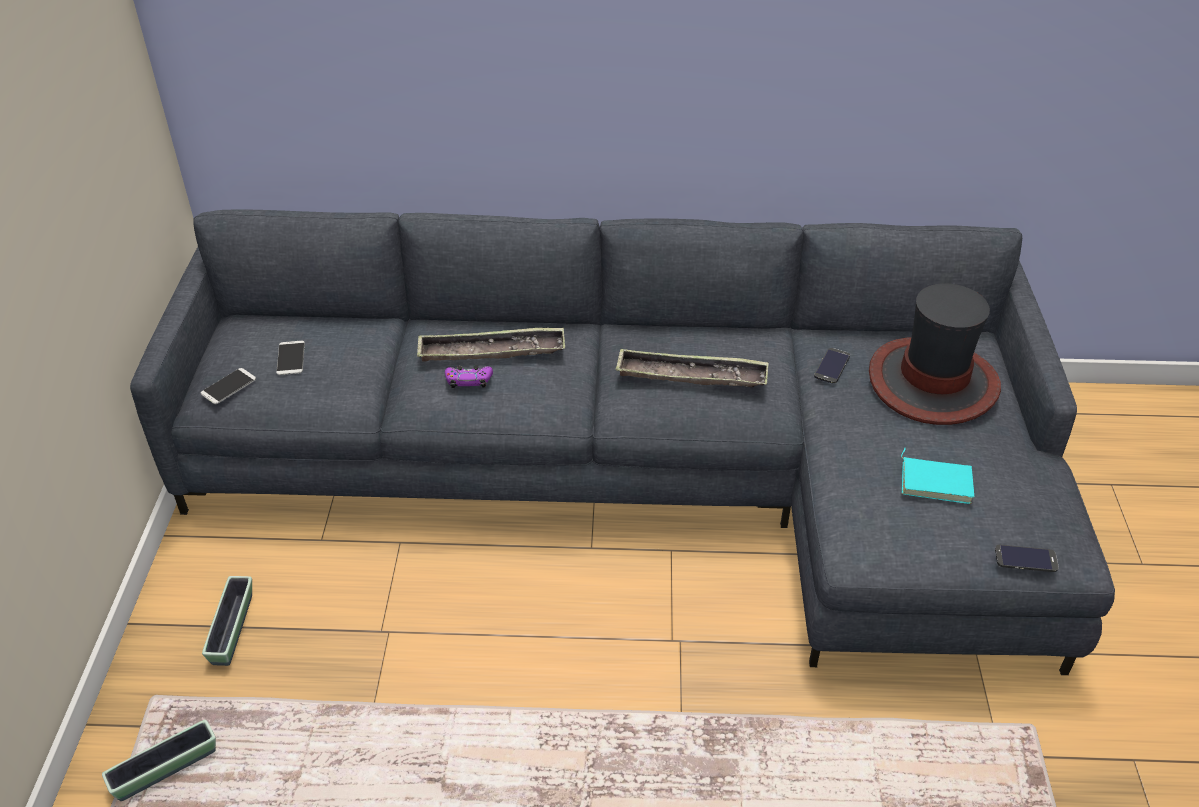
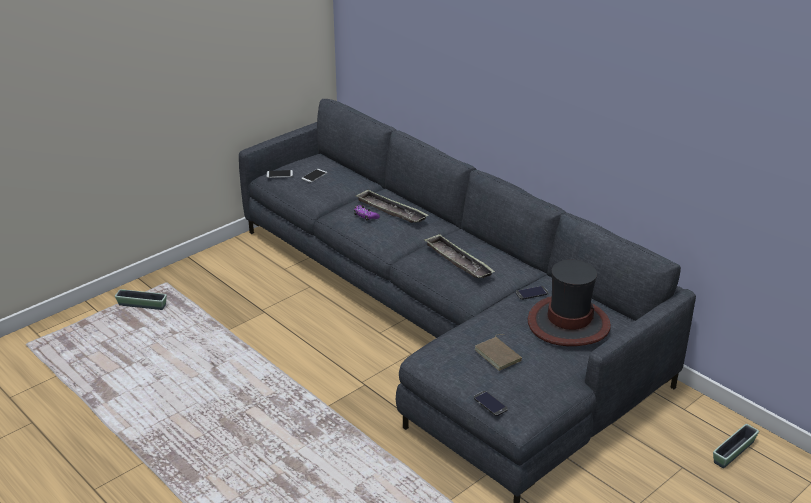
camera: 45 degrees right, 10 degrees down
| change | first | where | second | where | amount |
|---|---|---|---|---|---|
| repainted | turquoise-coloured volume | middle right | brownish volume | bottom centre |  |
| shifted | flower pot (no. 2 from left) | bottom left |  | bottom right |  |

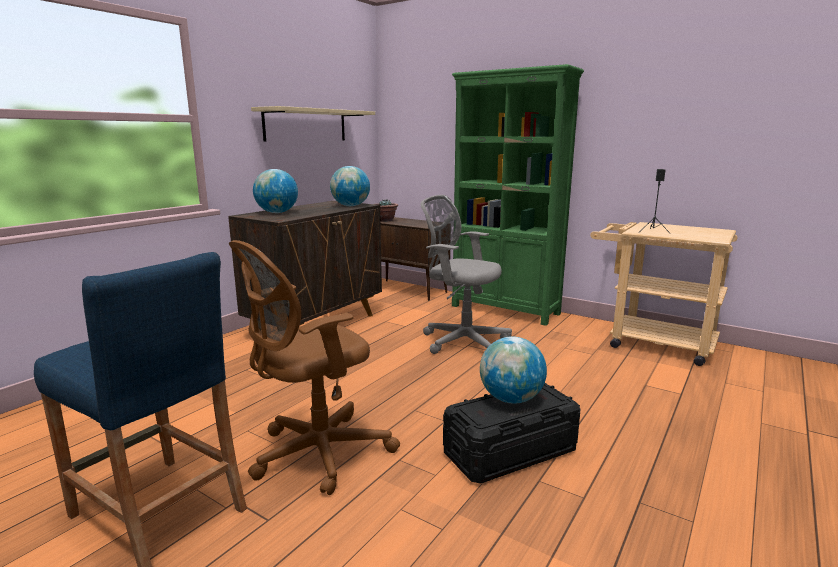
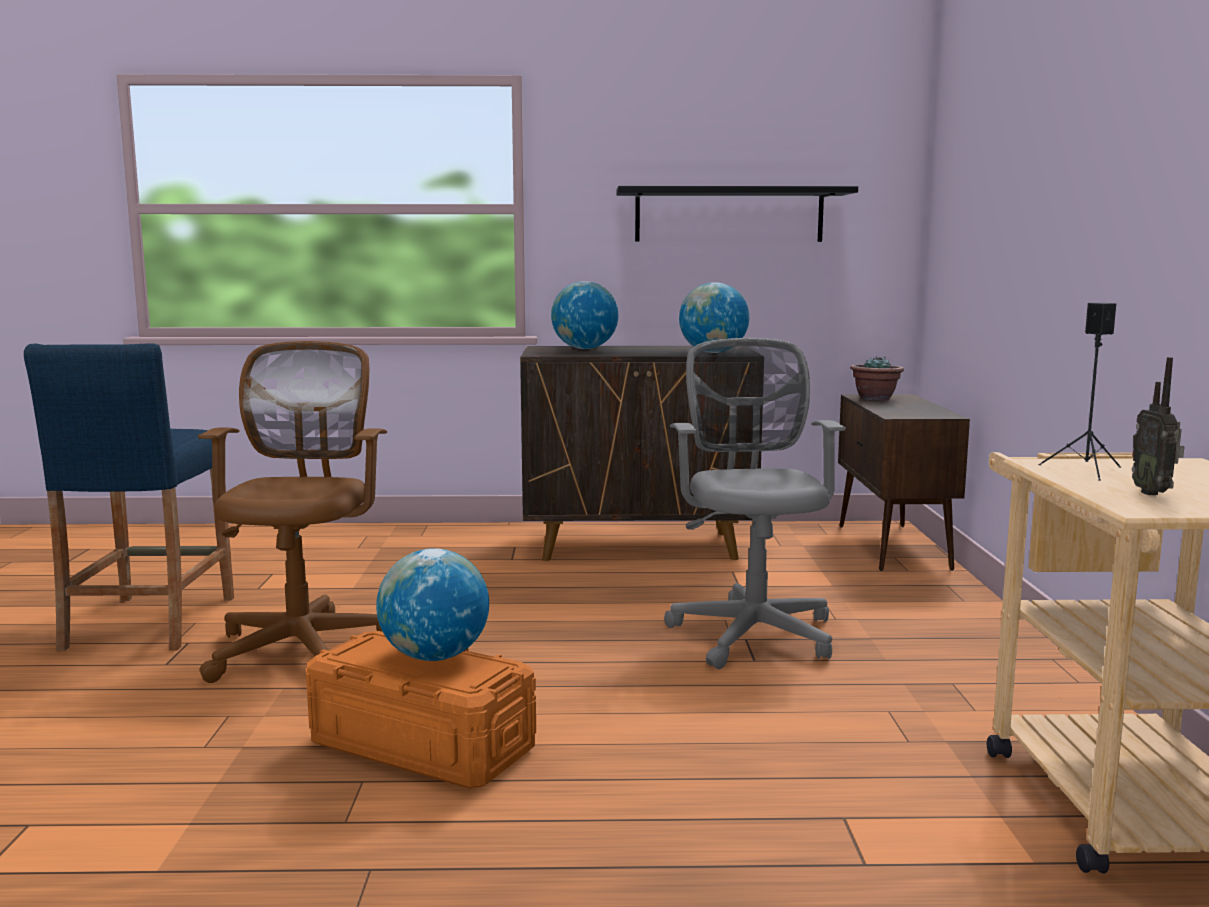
camera: 55 degrees right, 5 degrees down
| change | first | where | second | where | amount |
|---|---|---|---|---|---|
| rotated | brownish office chair | centre |  | middle left | 75 degrees clockwise |
| repainted | blackish storage bin | bottom centre | orangey storage bin | bottom centre |  |
| repainted | sand-coloured shelf | top centre | blackish shelf | top centre |  |
| new |  |  | radio | middle right |  |
| gone | green-coloured bookshelf | centre |  |  |  |

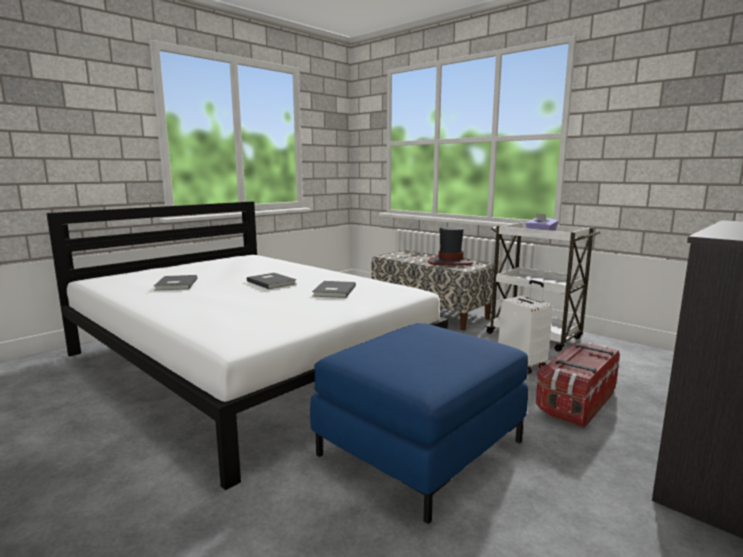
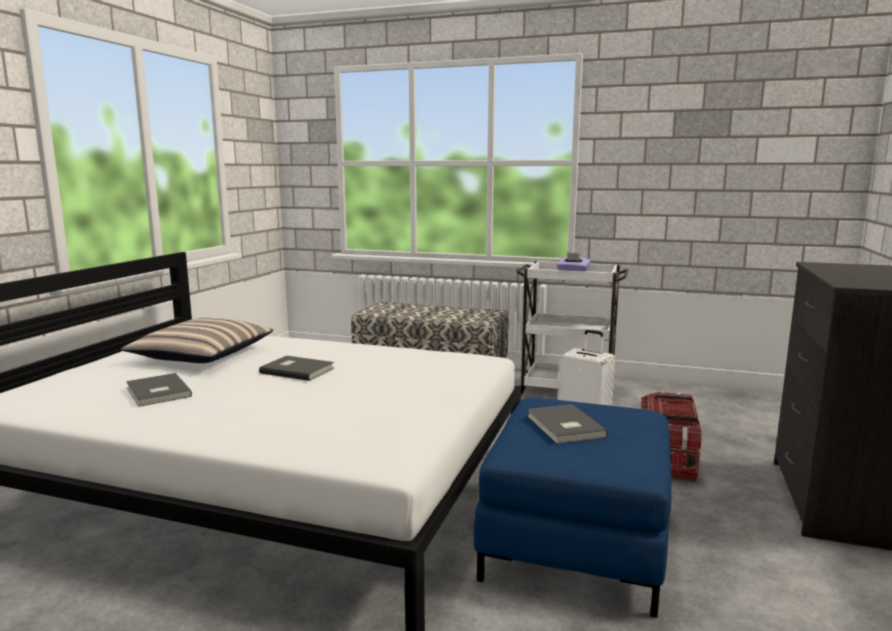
camera: 25 degrees left, 0 degrees up
| change | first | where | second | where | amount |
|---|---|---|---|---|---|
| new |  |  | throw pillow | middle left |  |
| shifted | greyish volume (no. 3 from left) | centre |  | bottom centre |  |
| gone | wearable hat | centre |  |  |  |

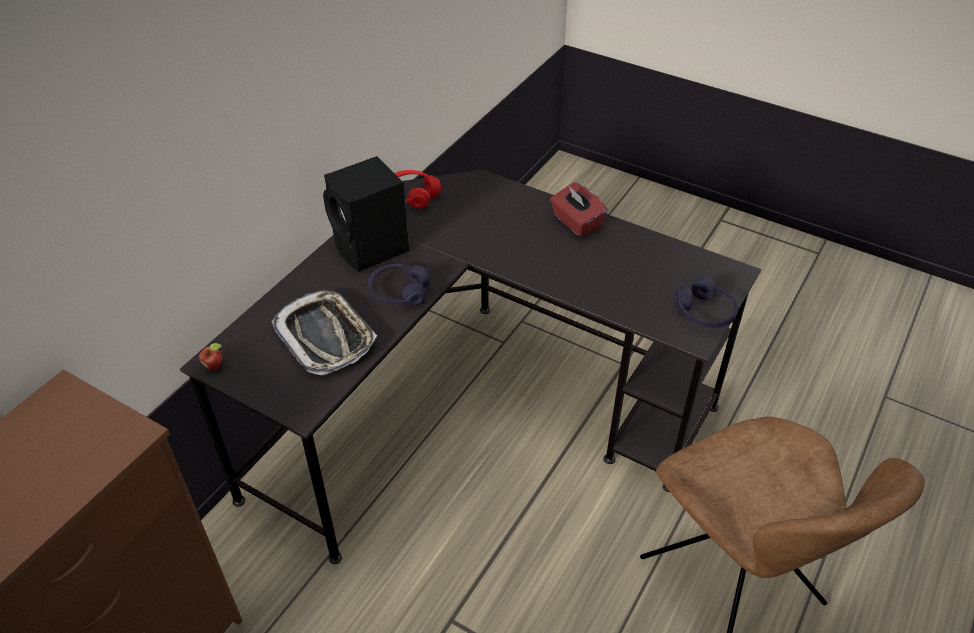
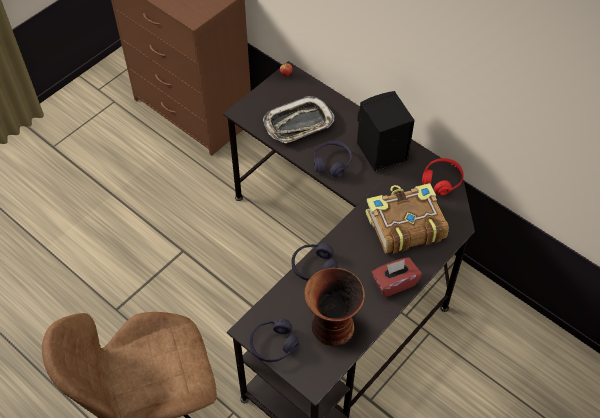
camera: 100 degrees right, 10 degrees up
| change | first | where | second | where | amount |
|---|---|---|---|---|---|
| new |  |  | purplish headset (no. 2 from left) | centre |  |
| new |  |  | flower vase | bottom centre |  |
| new |  |  | volume | middle right |  |

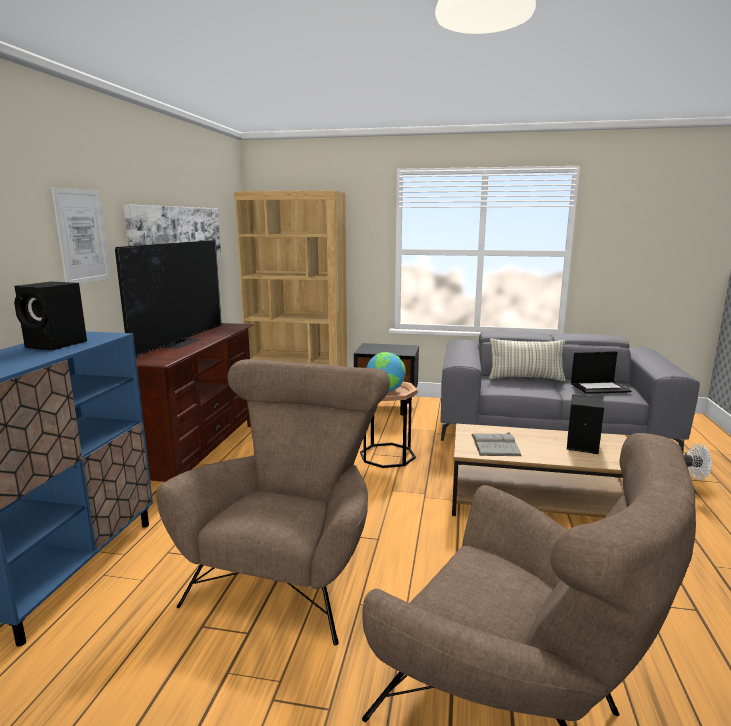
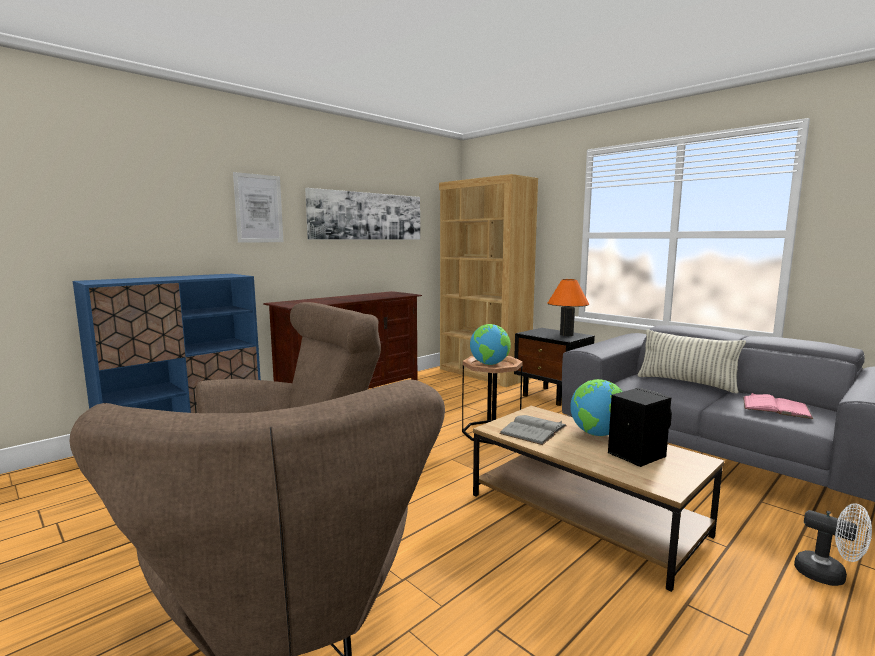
camera: 35 degrees right, 5 degrees down
| change | first | where | second | where | amount |
|---|---|---|---|---|---|
| new |  |  | orangey tabletop lamp | centre |  |
| new |  |  | world globe (no. 2 from left) | middle right |  |
| swapped | portable computer | middle right | pink-coloured volume | middle right |  |
| gone | blackish loudspeaker (no. 1 from left) | middle left |  |  |  |
| gone | TV | middle left |  |  |  |

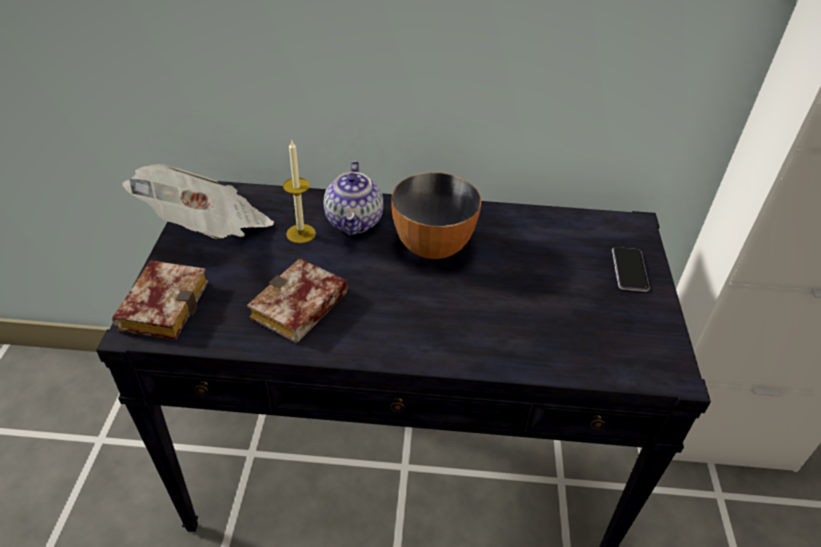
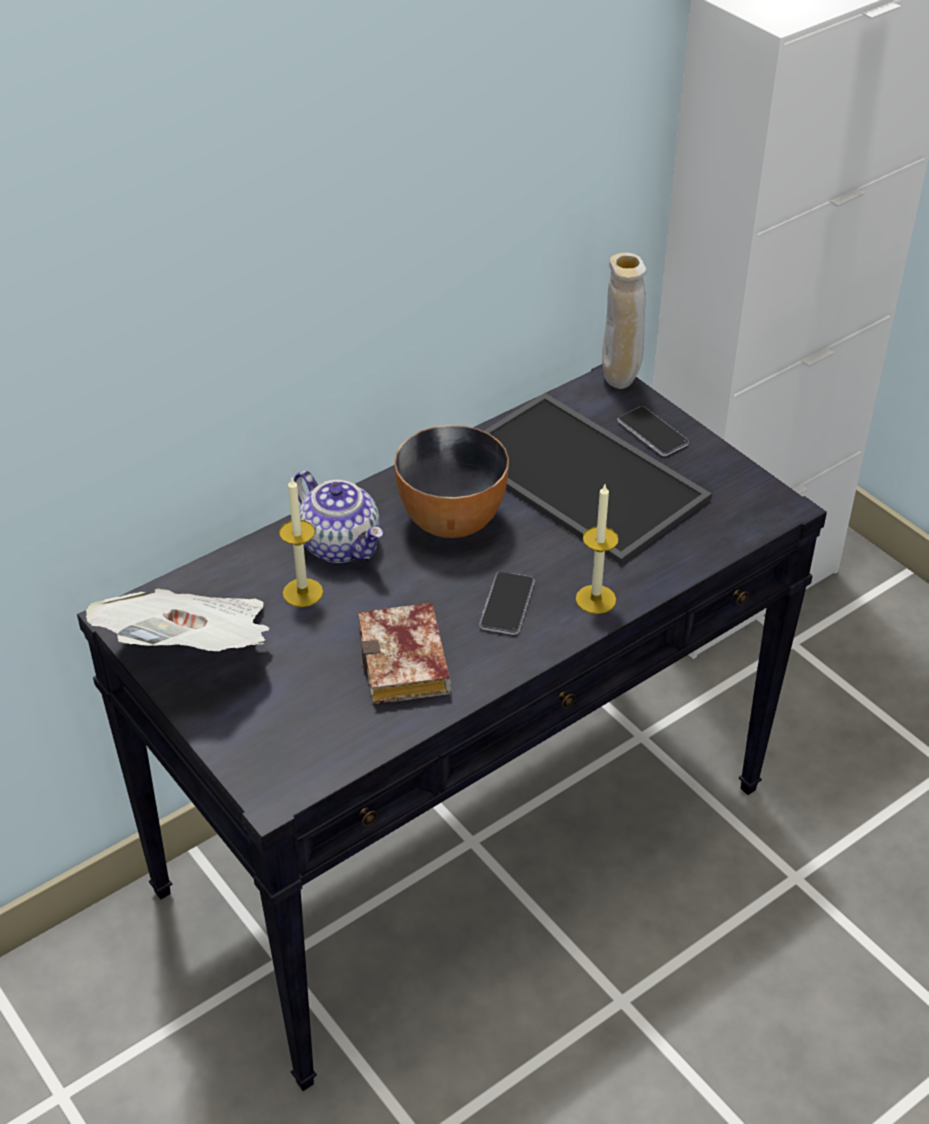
camera: 40 degrees left, 0 degrees up
| change | first | where | second | where | amount |
|---|---|---|---|---|---|
| new |  |  | phone (no. 1 from left) | centre |  |
| new |  |  | serving tray | centre |  |
| new |  |  | wax candle (no. 2 from left) | centre |  |
| new |  |  | sand-coloured flower vase | top right |  |
| gone | volume (no. 1 from left) | middle left |  |  |  |

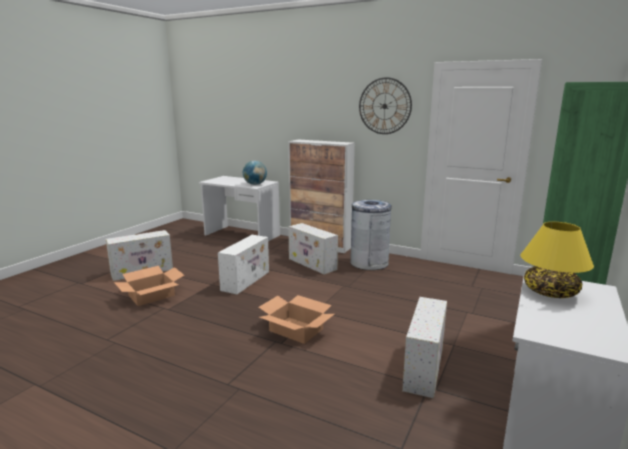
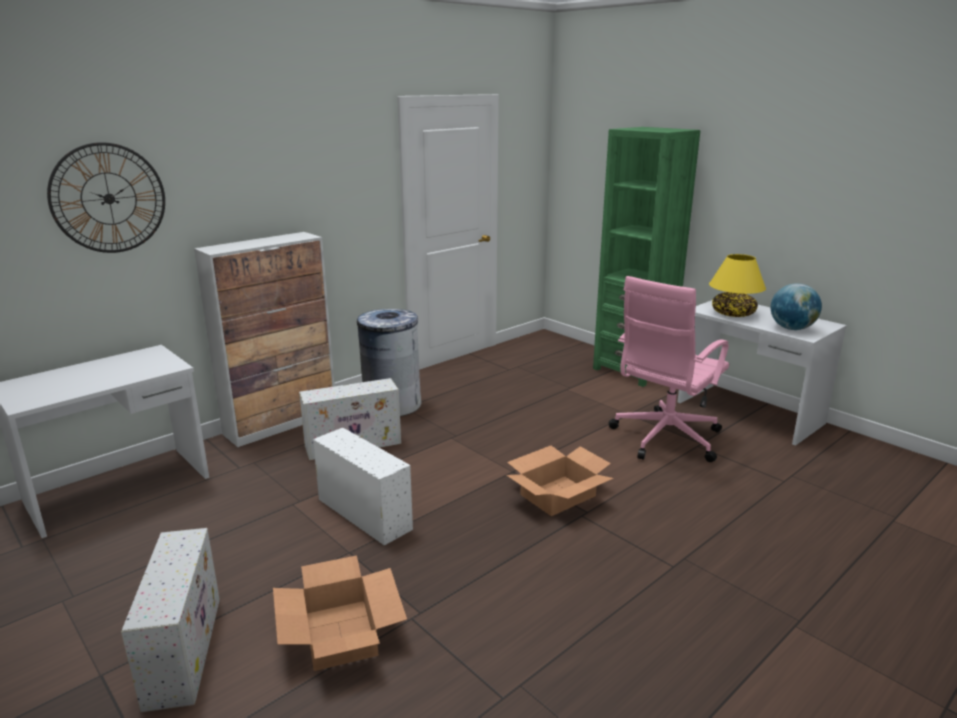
camera: 70 degrees left, 5 degrees up
| change | first | where | second | where | amount |
|---|---|---|---|---|---|
| shifted | clock on the wall | top centre |  | top left |  |
| swapped | whitish storage bin (no. 4 from left) | bottom right | pink-coloured office chair | middle right |  |
| shifted | world globe | centre |  | middle right |  |

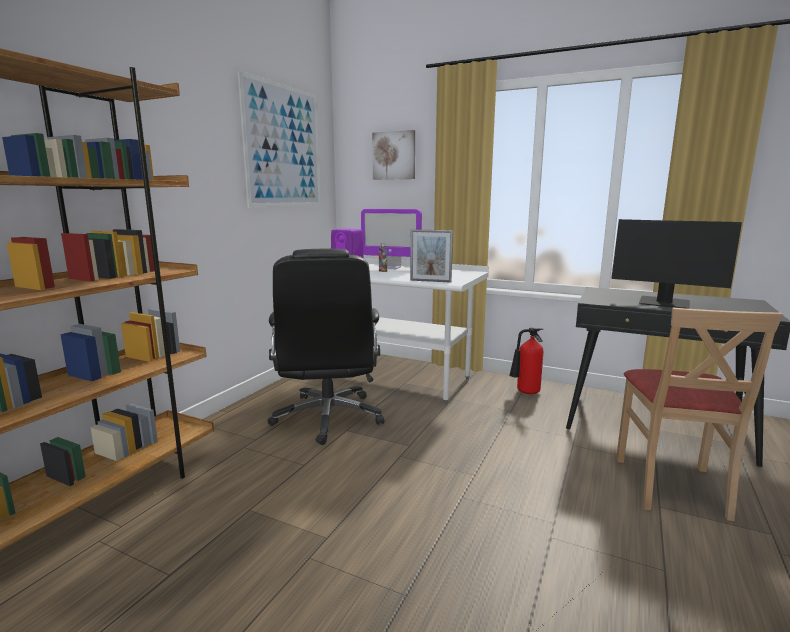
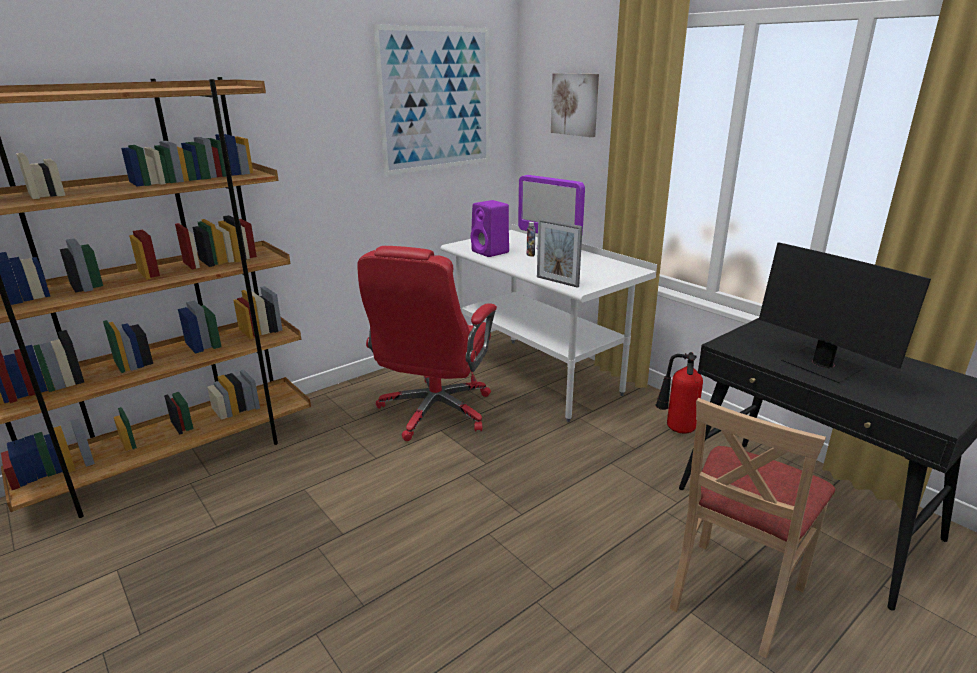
camera: 25 degrees right, 10 degrees up
| change | first | where | second | where | amount |
|---|---|---|---|---|---|
| repainted | blackish office chair | centre | reddish office chair | centre |  |

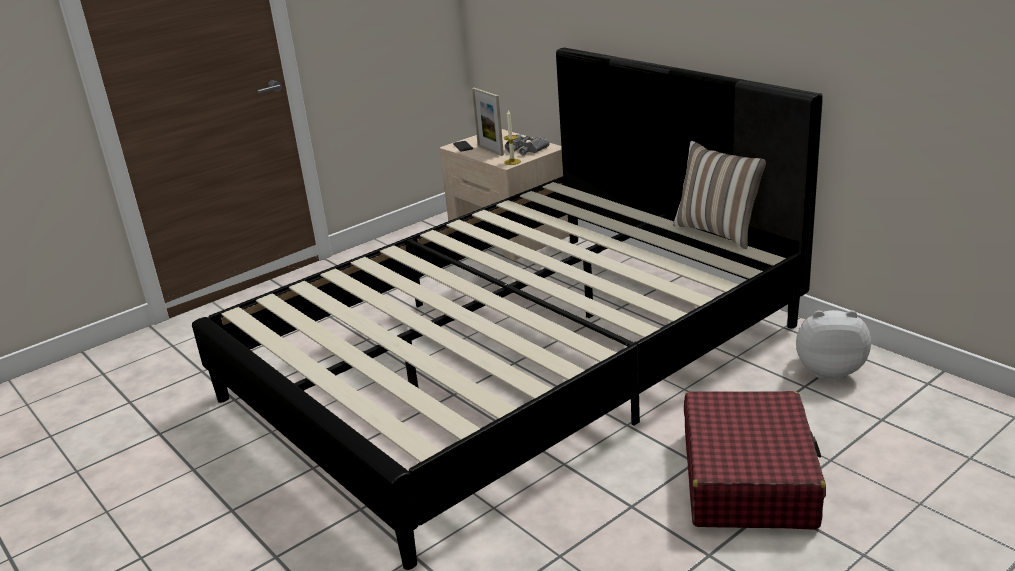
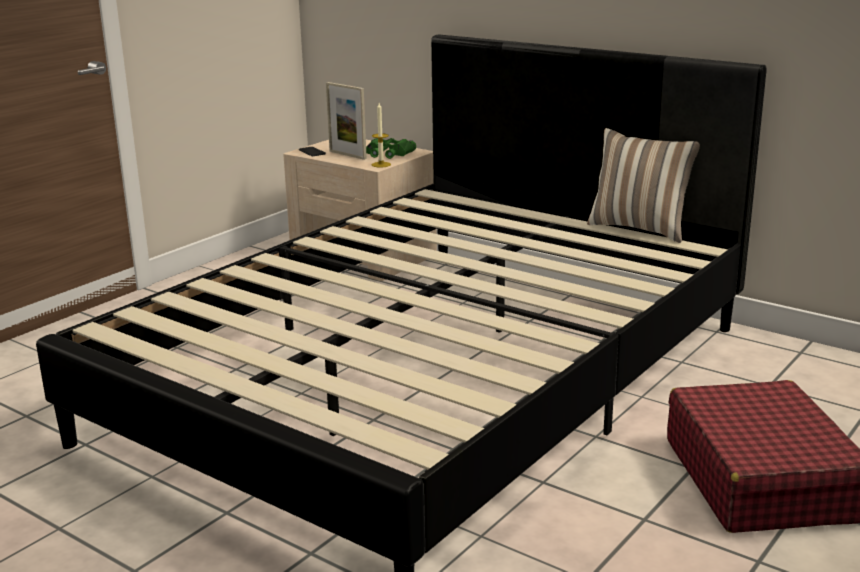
camera: 15 degrees left, 5 degrees down
| change | first | where | second | where | amount |
|---|---|---|---|---|---|
| repainted | greyish binoculars | top centre | green-coloured binoculars | top centre |  |
| gone | cuddly toy | middle right |  |  |  |

